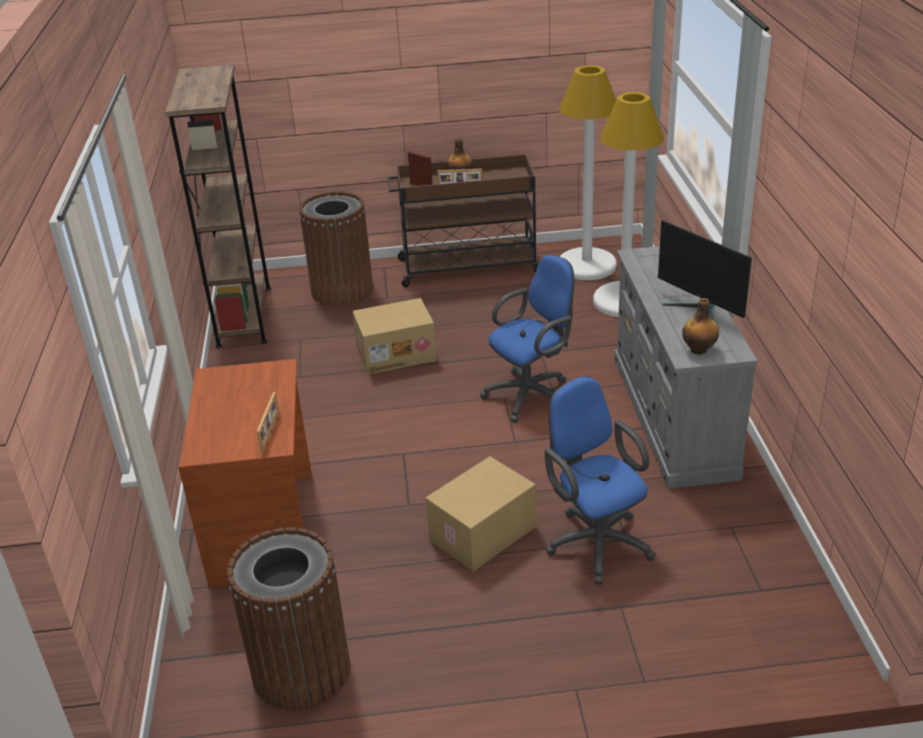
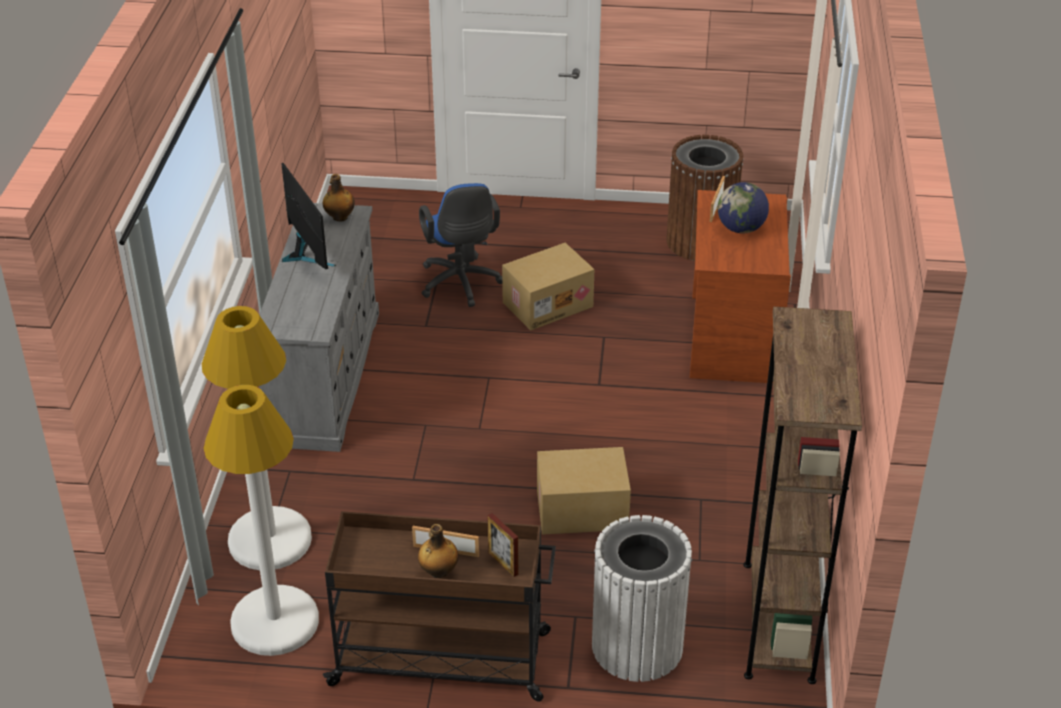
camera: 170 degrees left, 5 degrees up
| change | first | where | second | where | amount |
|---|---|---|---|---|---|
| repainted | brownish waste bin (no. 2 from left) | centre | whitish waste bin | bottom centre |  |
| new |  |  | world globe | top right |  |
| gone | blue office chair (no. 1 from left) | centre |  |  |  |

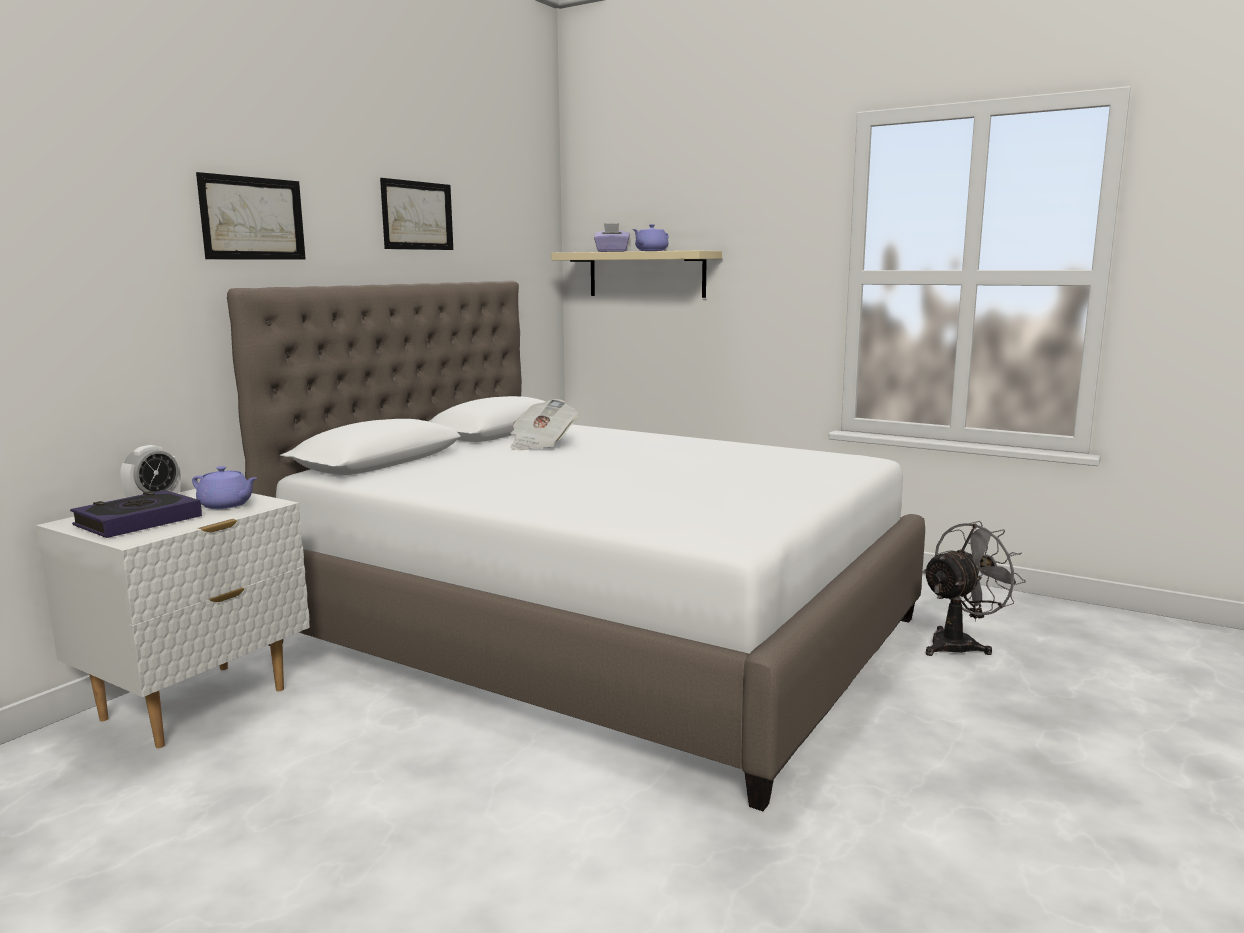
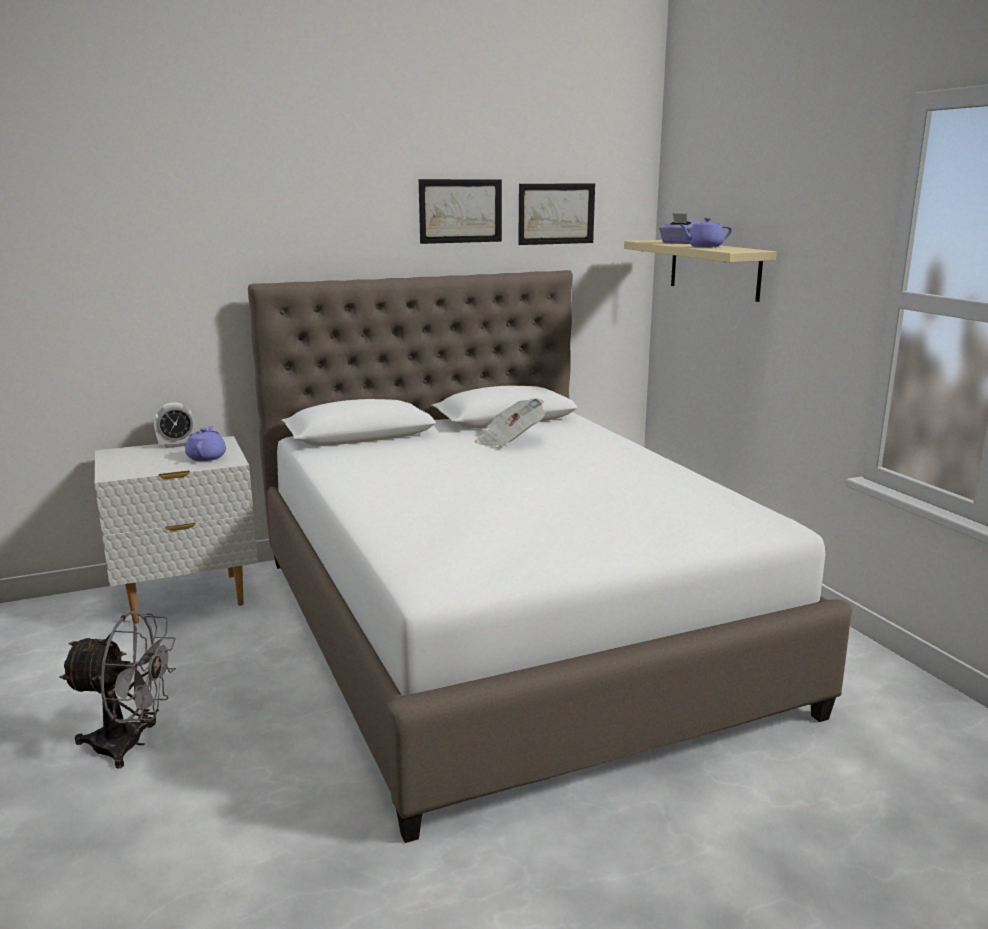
camera: 35 degrees right, 5 degrees up
| change | first | where | second | where | amount |
|---|---|---|---|---|---|
| shifted | greyish cooling fan | middle right |  | bottom left |  |
| rotated | purplish pot for tea (no. 1 from left) | middle left |  | middle left | 150 degrees counterclockwise |
| shifted | wall picture (no. 1 from left in the first image) | top left | wall picture (no. 2 from left) | top centre |  |
| gone | volume | middle left |  |  |  |

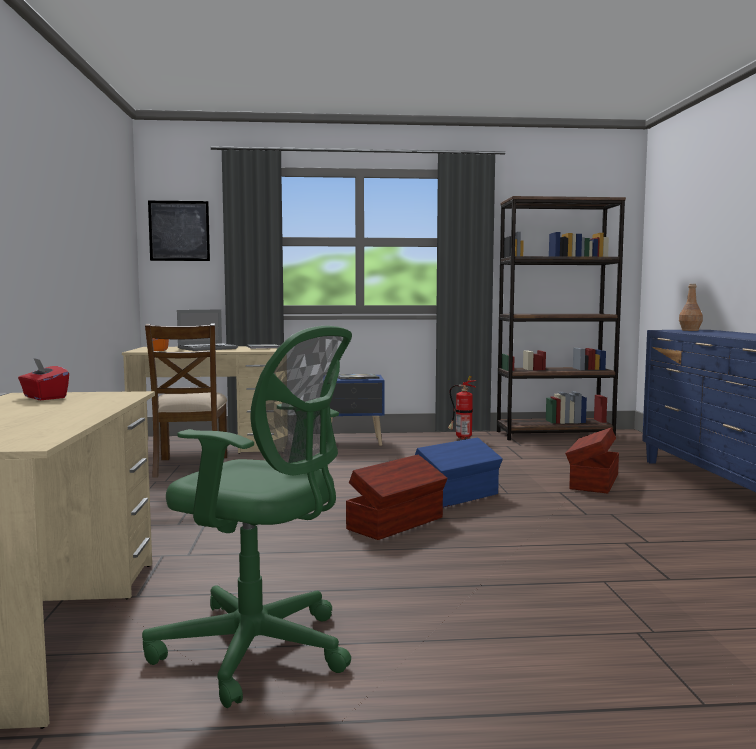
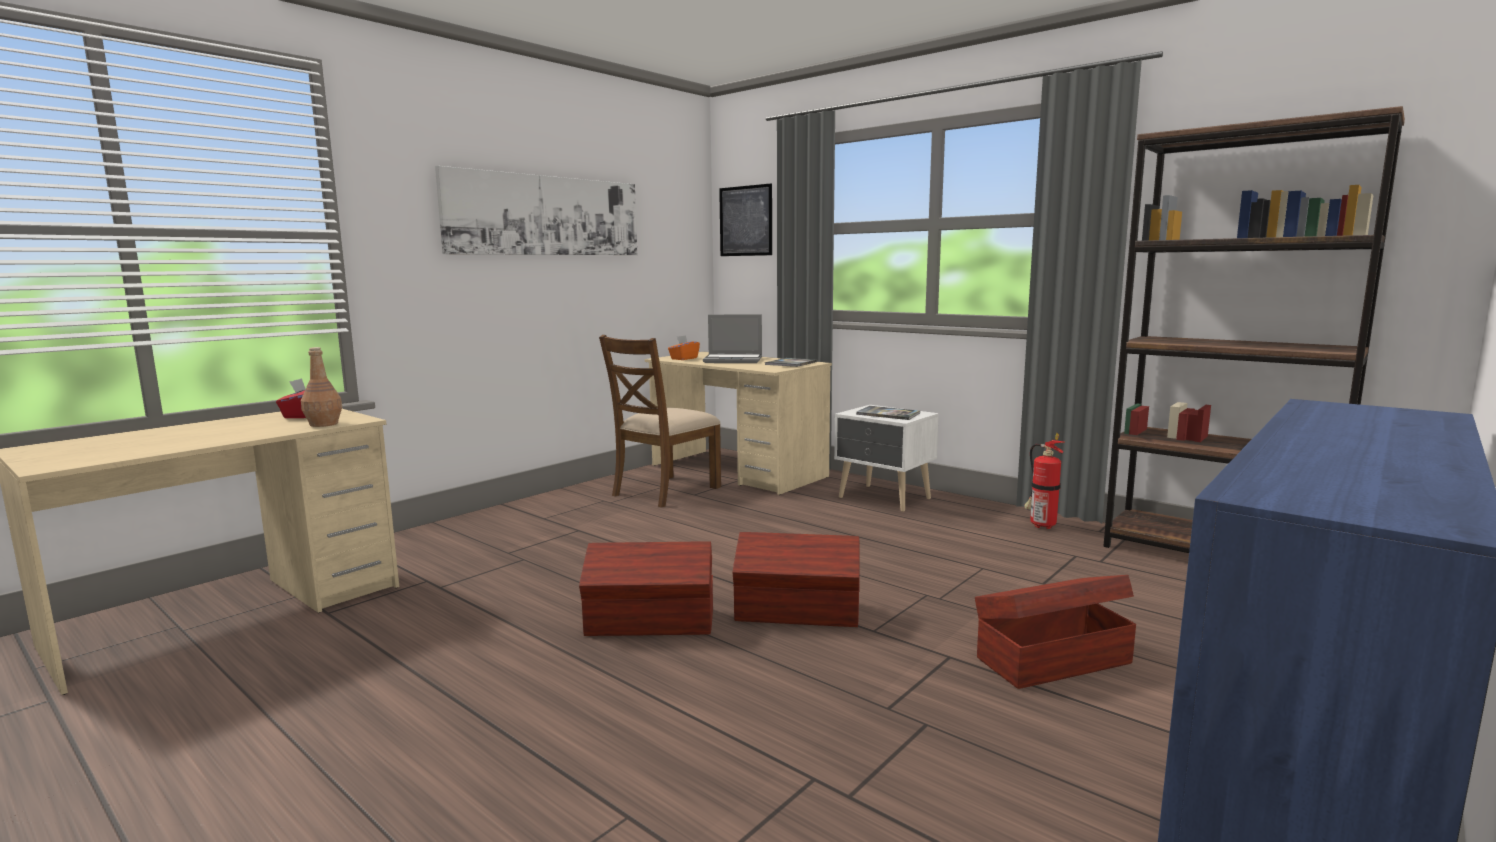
camera: 45 degrees right, 5 degrees up
| change | first | where | second | where | amount |
|---|---|---|---|---|---|
| shifted | brownish drink bottle | middle right |  | middle left |  |
| new |  |  | wall picture (no. 1 from left) | top centre |  |
| repainted | blue storage bin | centre | brownish storage bin (no. 2 from left) | bottom centre |  |
| repainted | blue night table | centre | whitish night table | centre |  |
| gone | green-coloured office chair | bottom left |  |  |  |

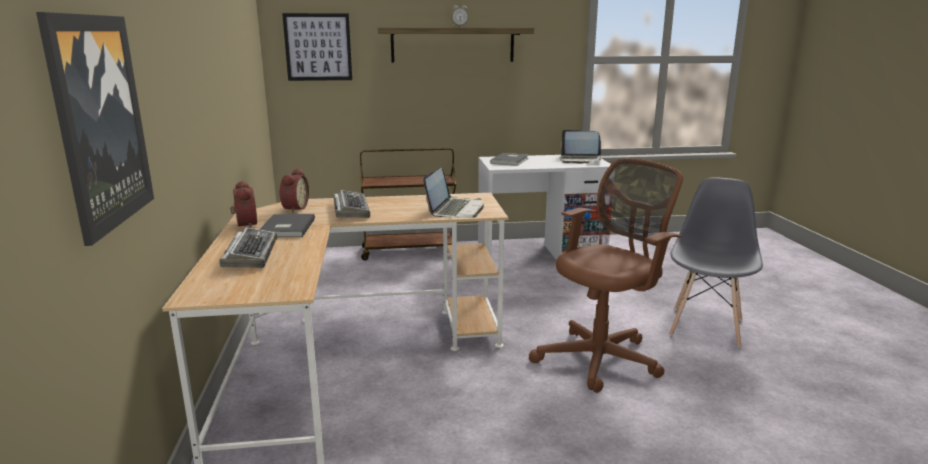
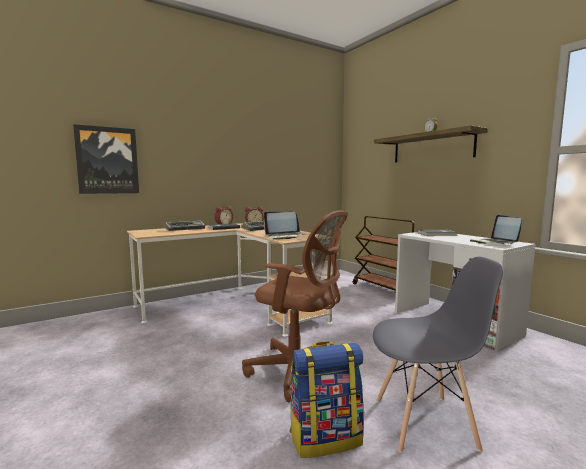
camera: 65 degrees right, 10 degrees down
| change | first | where | second | where | amount |
|---|---|---|---|---|---|
| new |  |  | rucksack | bottom centre |  |
| gone | wall picture (no. 2 from left) | top centre |  |  |  |

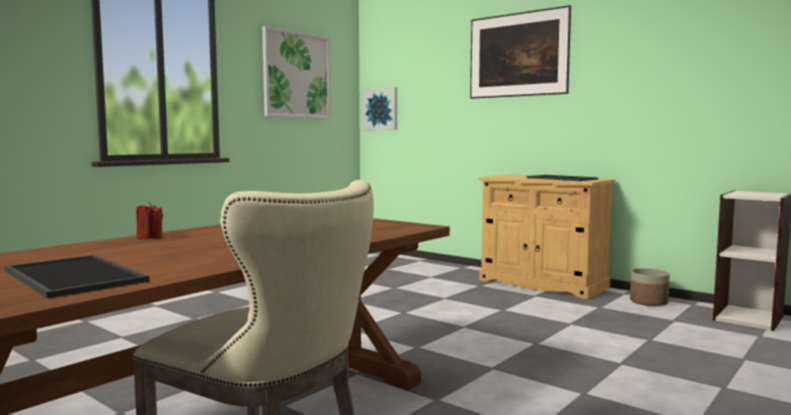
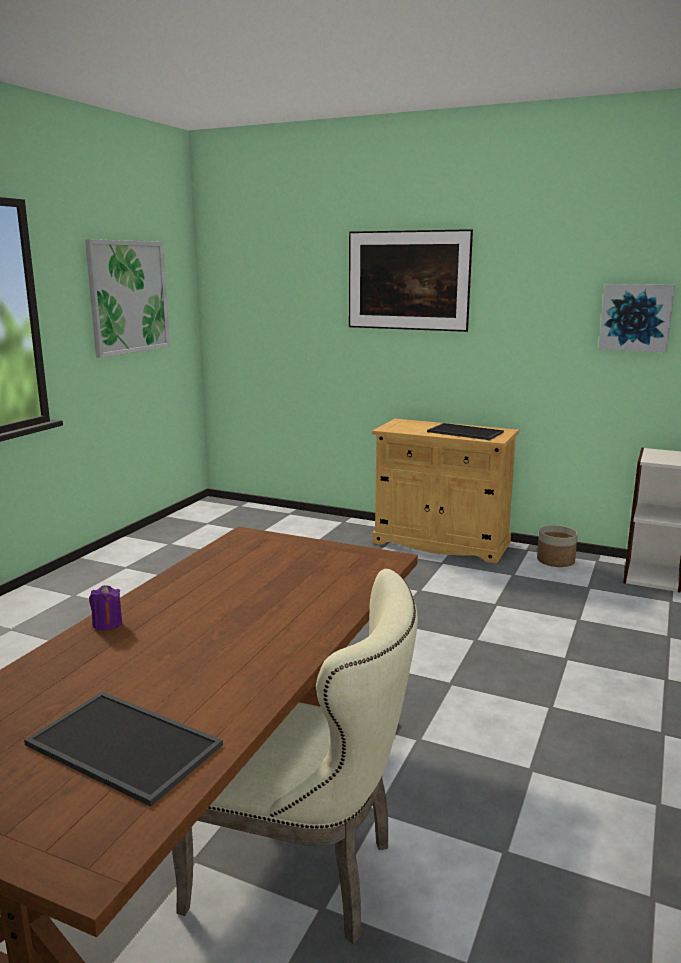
camera: 15 degrees left, 10 degrees up
| change | first | where | second | where | amount |
|---|---|---|---|---|---|
| repainted | reddish wax candle | middle left | purplish wax candle | middle left |  |
| shifted | wall picture (no. 2 from left in the first image) | top centre | wall picture (no. 3 from left) | top right |  |

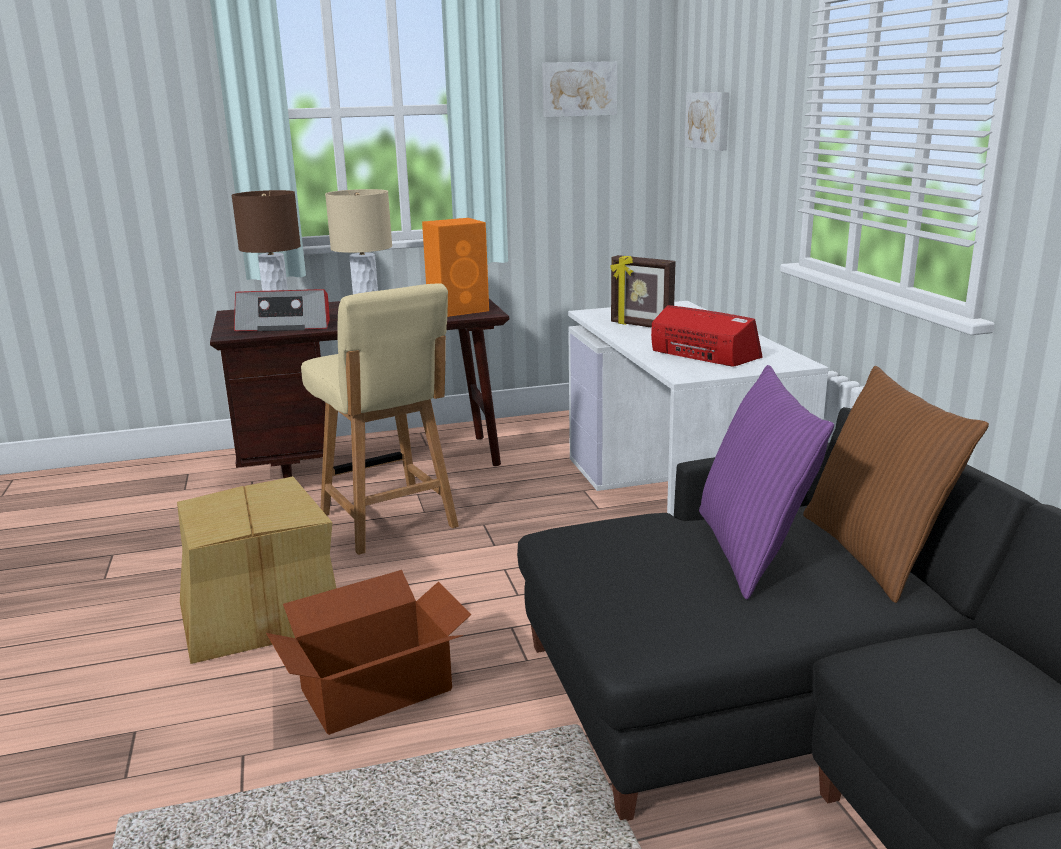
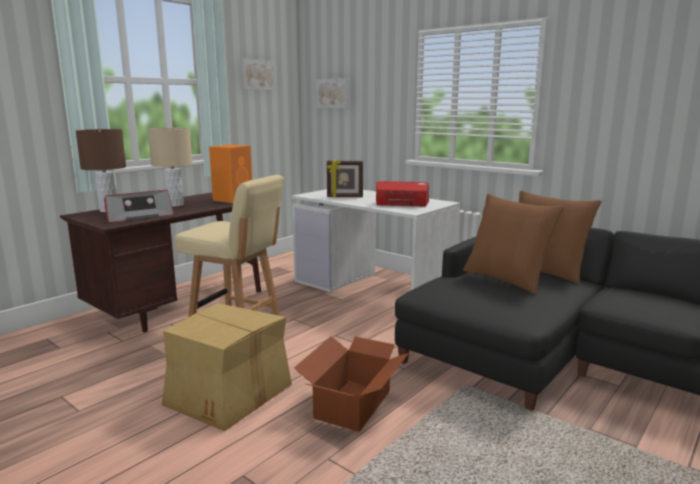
camera: 35 degrees left, 5 degrees down
| change | first | where | second | where | amount |
|---|---|---|---|---|---|
| repainted | purplish throw pillow | middle right | brownish throw pillow (no. 1 from left) | middle right |  |

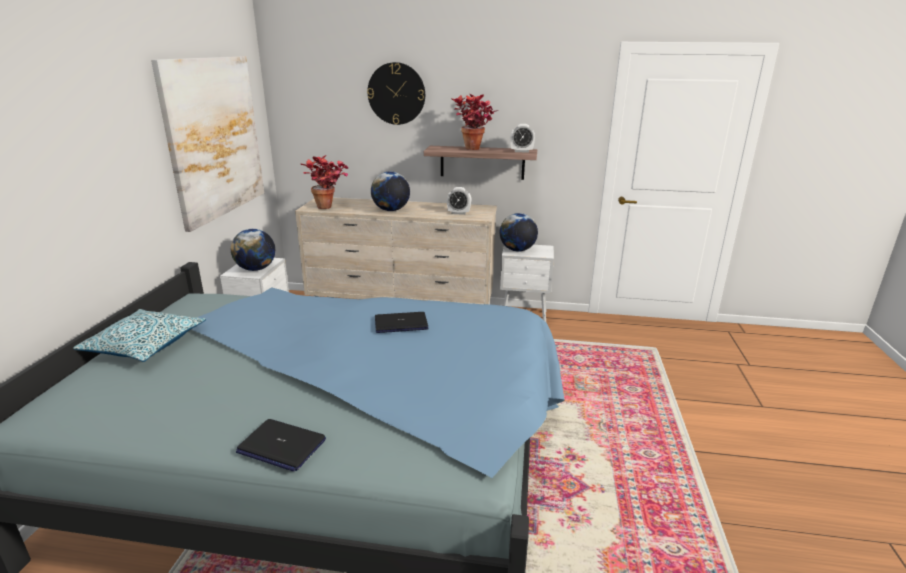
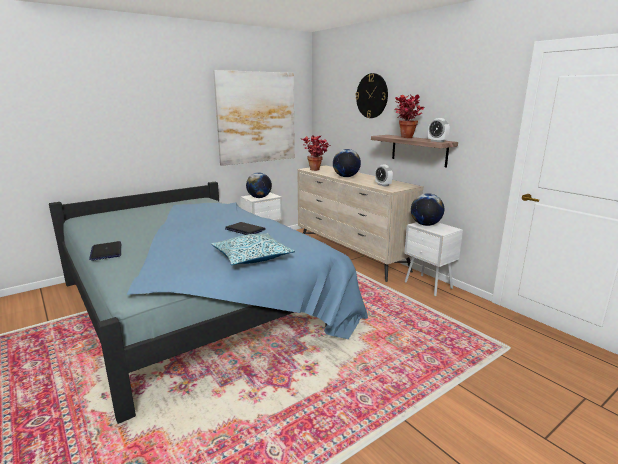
camera: 45 degrees right, 5 degrees down
| change | first | where | second | where | amount |
|---|---|---|---|---|---|
| shifted | throw pillow | middle left |  | centre |  |

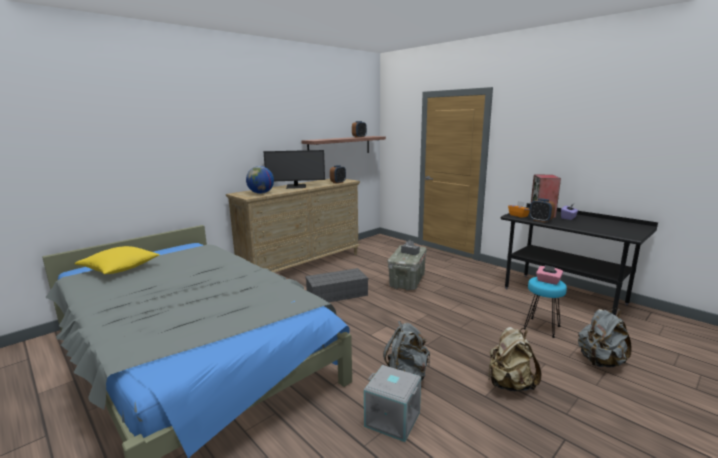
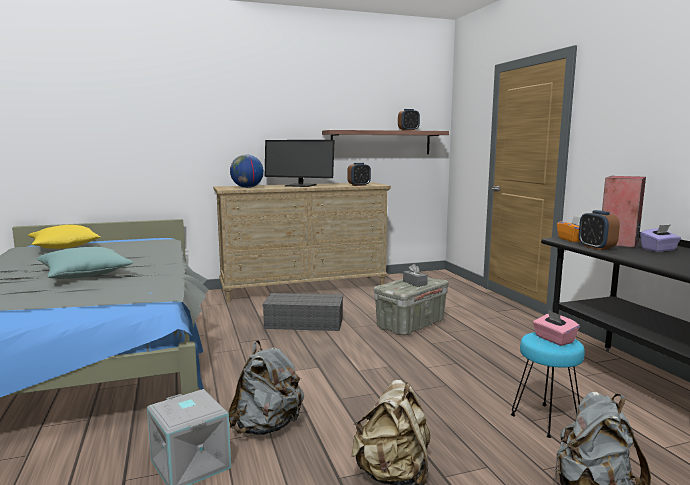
camera: 25 degrees right, 5 degrees down
| change | first | where | second | where | amount |
|---|---|---|---|---|---|
| new |  |  | turquoise-coloured throw pillow | middle left |  |

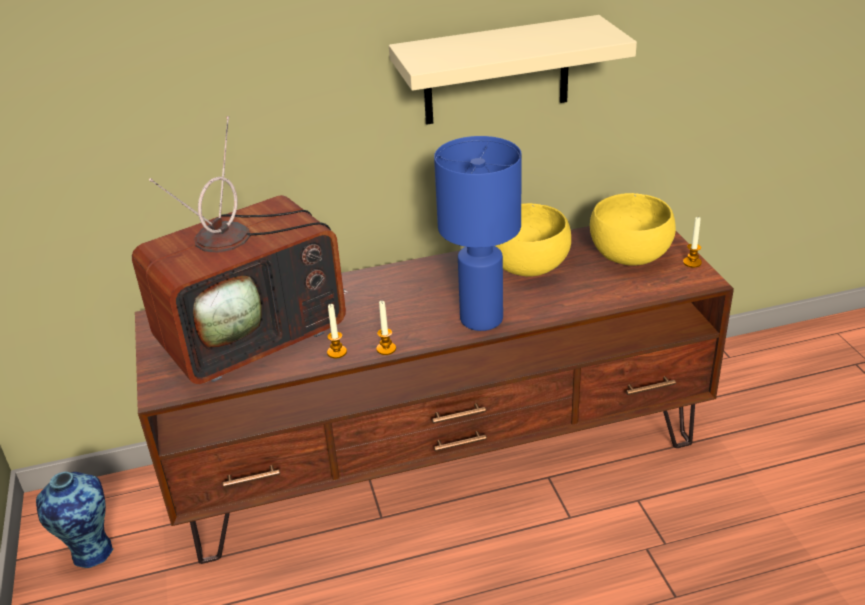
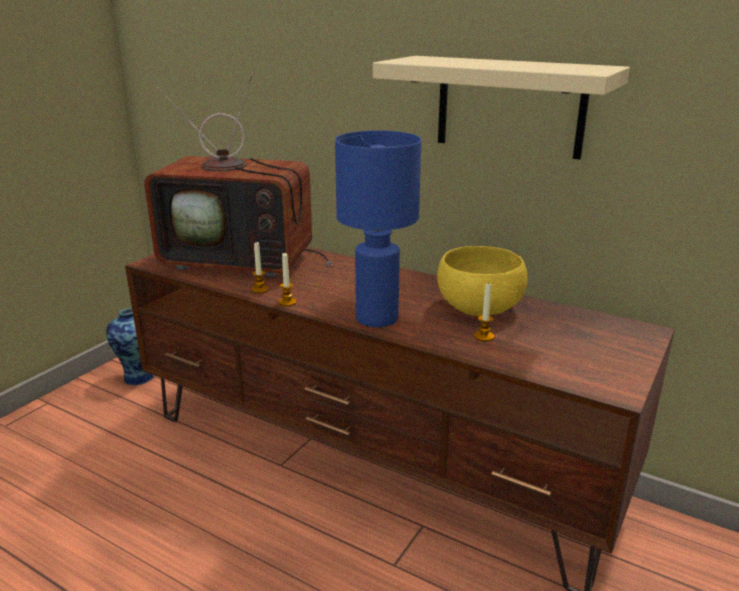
camera: 45 degrees right, 10 degrees down
| change | first | where | second | where | amount |
|---|---|---|---|---|---|
| shifted | wax candle (no. 3 from left) | middle right |  | centre |  |
| gone | yellow bowl (no. 2 from left) | middle right |  |  |  |

